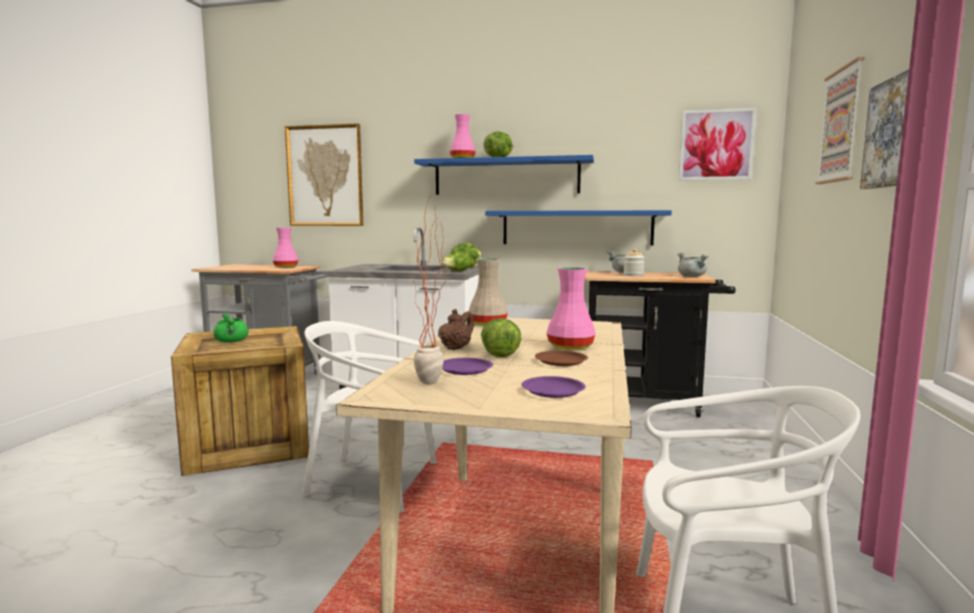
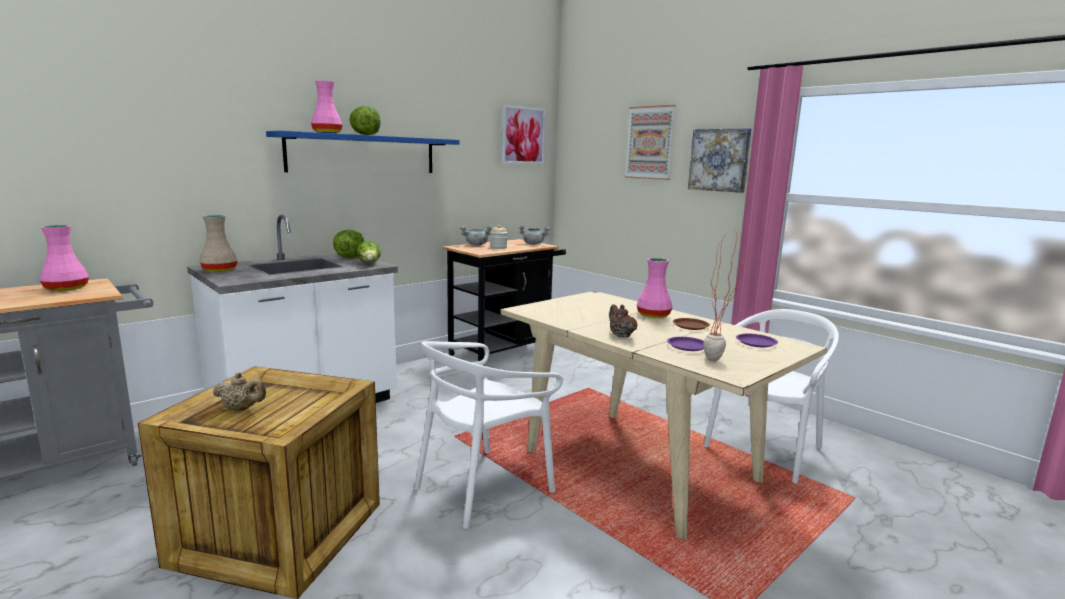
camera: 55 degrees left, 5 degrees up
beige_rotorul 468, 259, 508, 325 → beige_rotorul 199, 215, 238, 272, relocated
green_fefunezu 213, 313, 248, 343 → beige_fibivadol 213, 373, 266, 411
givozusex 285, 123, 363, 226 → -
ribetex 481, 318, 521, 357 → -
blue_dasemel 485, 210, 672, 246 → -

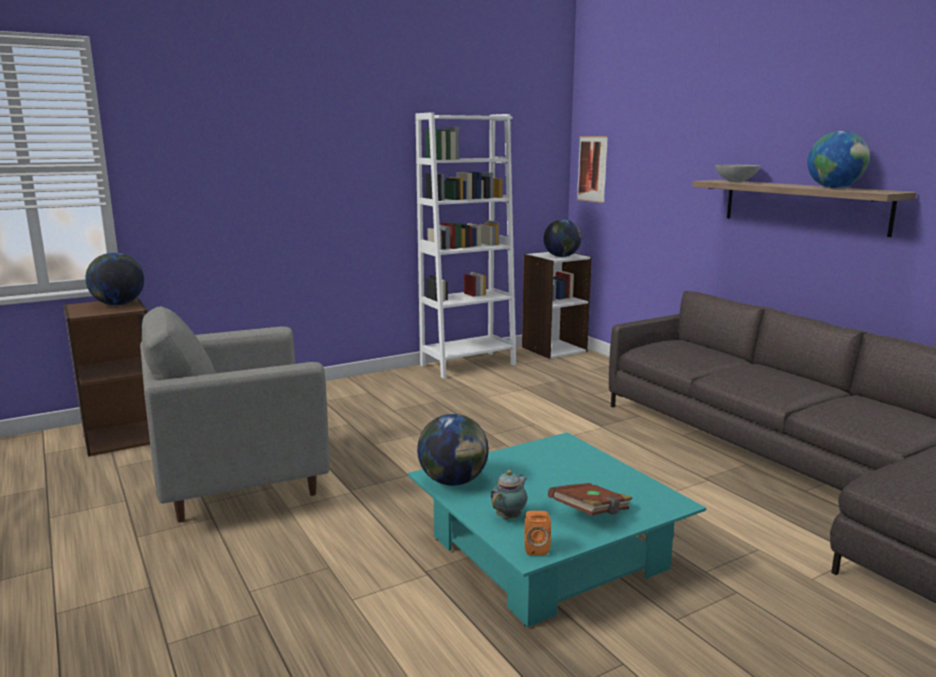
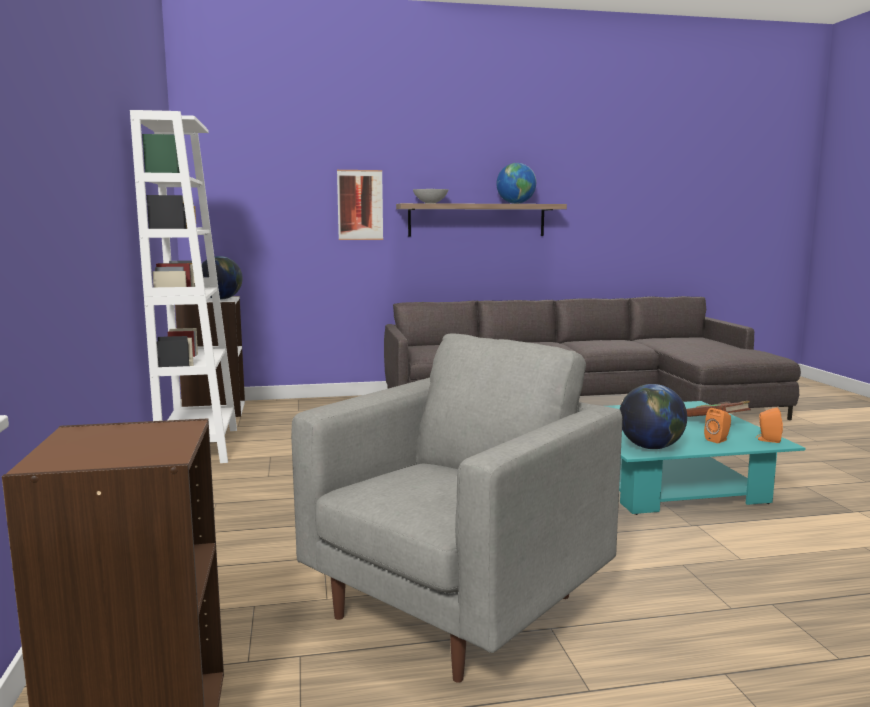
camera: 70 degrees left, 5 degrees down
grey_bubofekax 140, 306, 330, 522 → grey_bubofekax 291, 333, 622, 683, 135 degrees counterclockwise
givozusex 577, 136, 608, 203 → givozusex 337, 170, 383, 240, relocated
fibivadol 491, 470, 527, 519 → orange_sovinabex 704, 408, 731, 444
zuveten 85, 253, 144, 306 → -

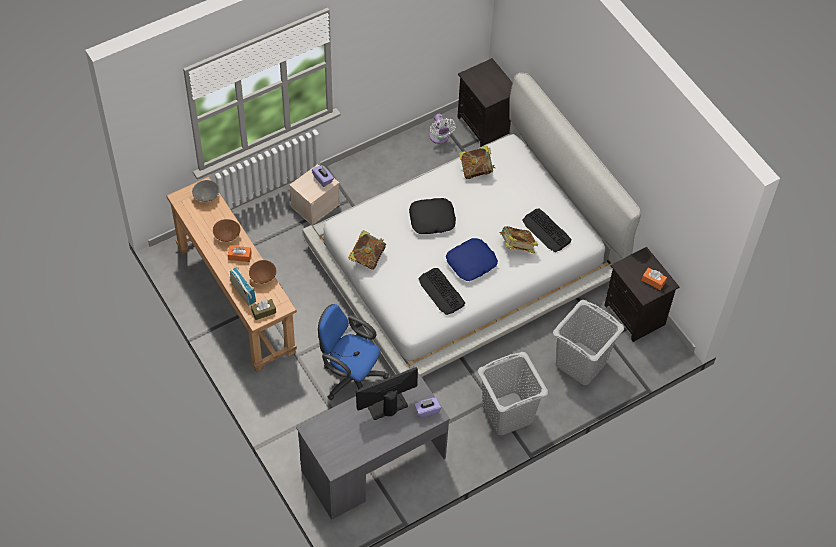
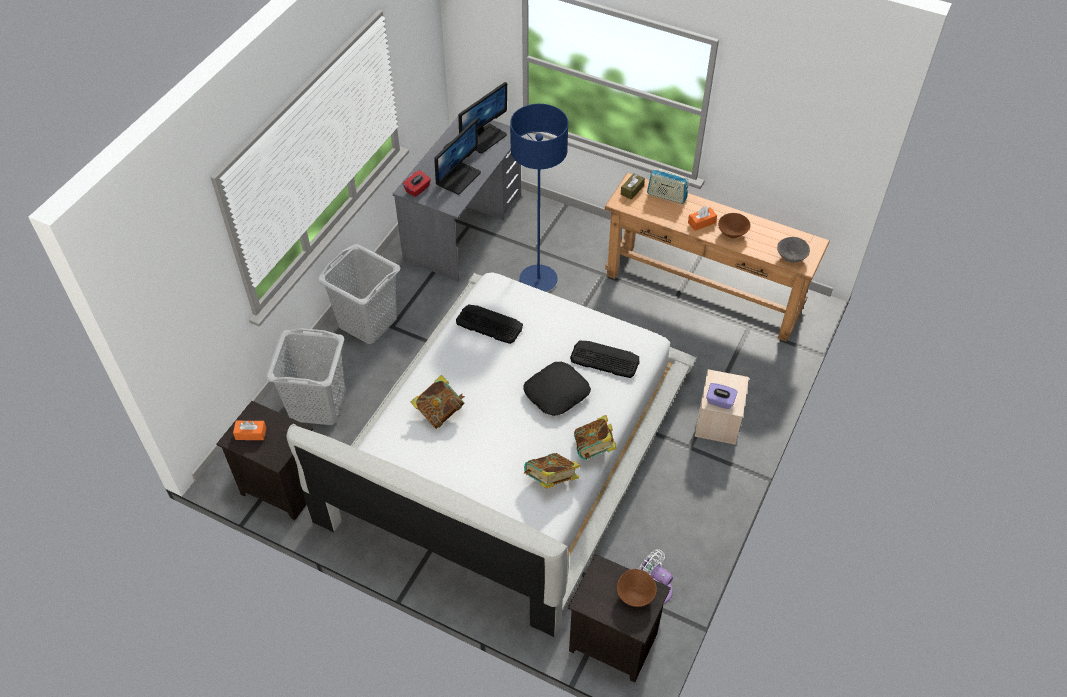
camera: 150 degrees right, 5 degrees down
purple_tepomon 414, 398, 441, 418 → red_tepomon 403, 170, 431, 197
- → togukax 458, 82, 507, 154
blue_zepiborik 318, 304, 389, 400 → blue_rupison 510, 104, 568, 292
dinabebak 522, 208, 572, 252 → dinabebak 570, 340, 639, 378, relocated
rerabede 348, 230, 386, 270 → rerabede 574, 415, 617, 460, relocated
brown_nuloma 249, 260, 277, 284 → brown_nuloma 617, 569, 657, 607, relocated
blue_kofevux 446, 238, 498, 281 → -

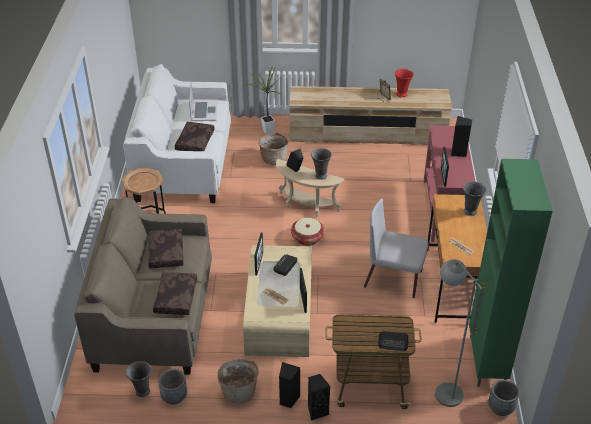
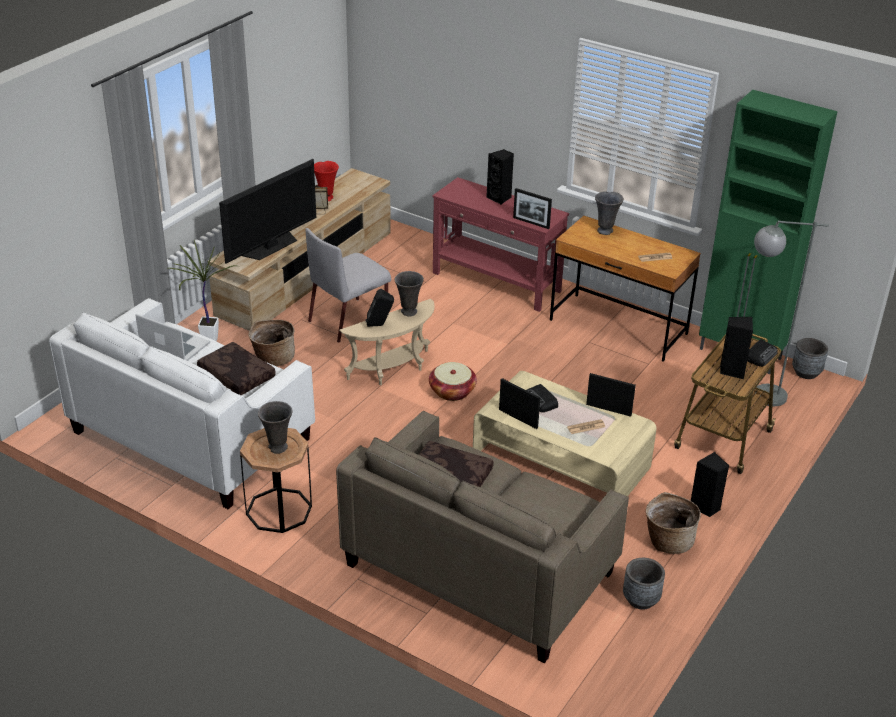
camera: 60 degrees left, 5 degrees down
- → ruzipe 219, 159, 316, 264
grey_rotorul 126, 361, 151, 397 → grey_rotorul 258, 401, 292, 454, relocated
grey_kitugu 364, 198, 429, 298 → grey_kitugu 305, 228, 391, 343, relocated
black_sovinabex 308, 374, 330, 421 → black_sovinabex 720, 317, 753, 379, relocated
brown_kofevux 153, 272, 197, 315 → -

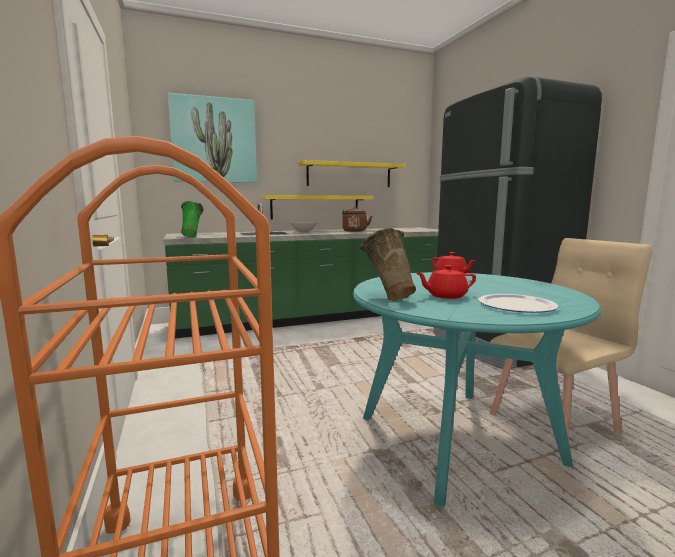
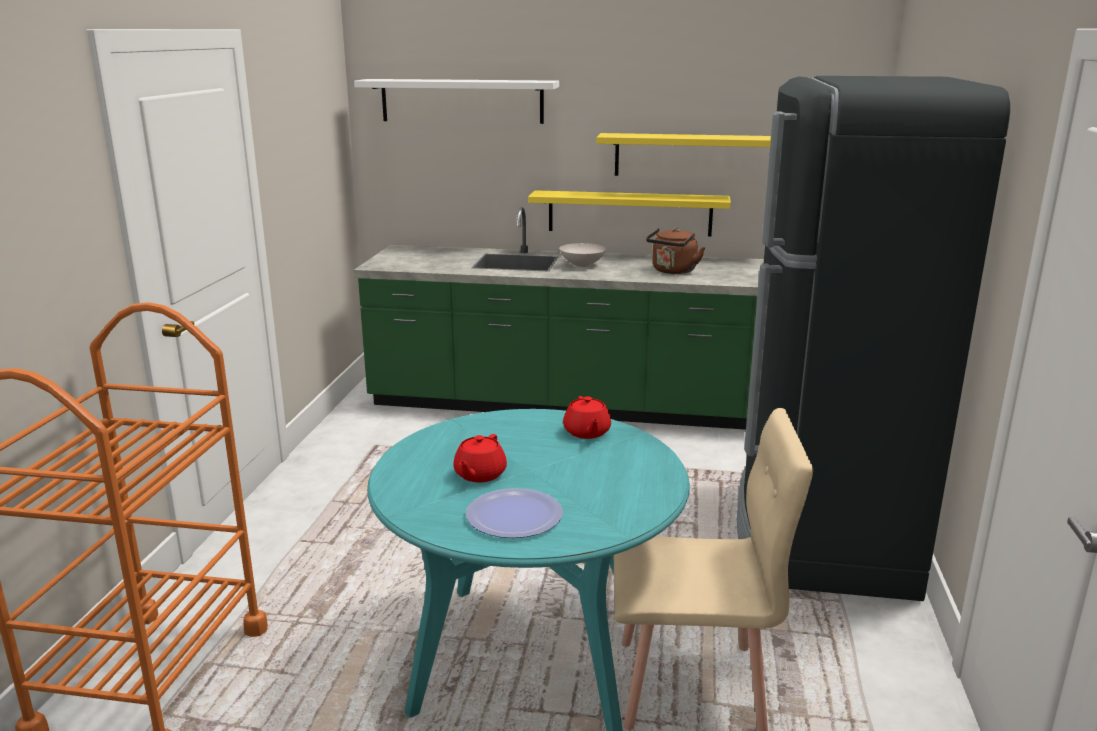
camera: 30 degrees right, 10 degrees up
givozusex 167, 93, 257, 183 → white_dasemel 354, 79, 559, 124
red_fibivadol 416, 265, 476, 299 → red_fibivadol 453, 434, 507, 482, 90 degrees counterclockwise
green_rotorul 181, 201, 204, 237 → -
beige_rotorul 359, 228, 416, 301 → -

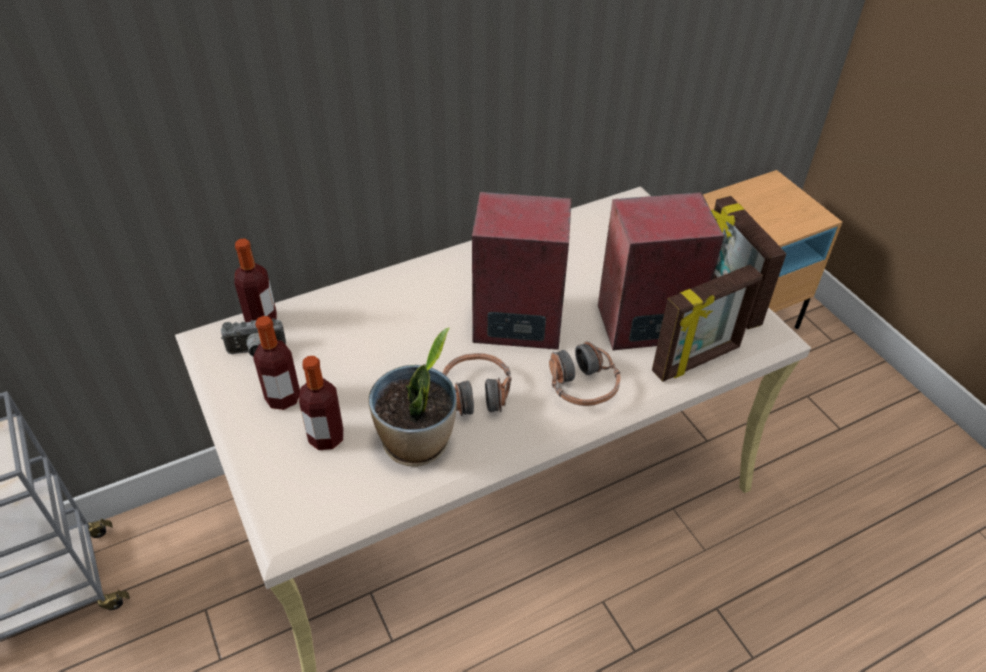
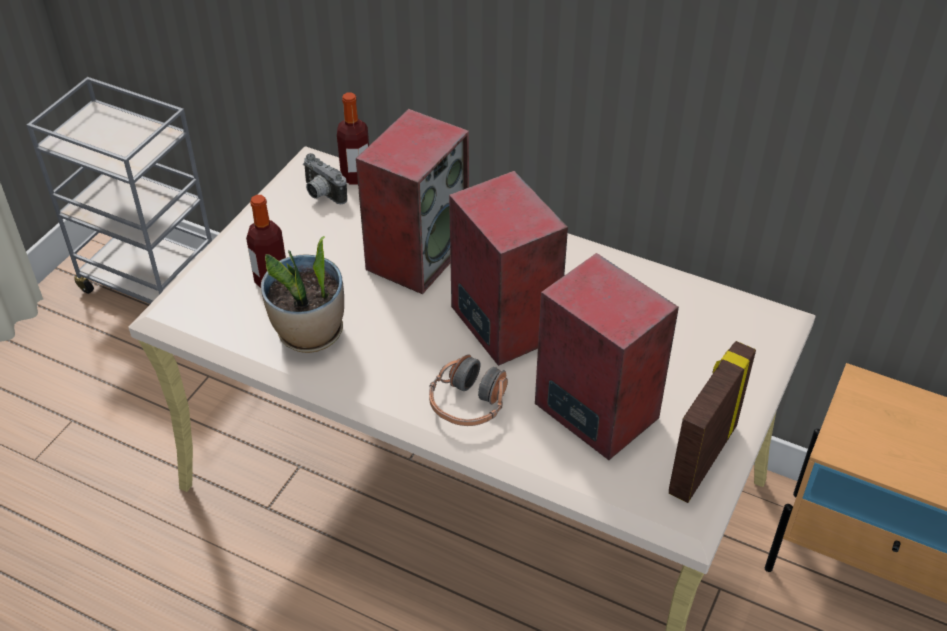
camera: 55 degrees right, 0 degrees up
- → sovinabex 356, 109, 469, 294
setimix 253, 316, 300, 410 → -
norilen 443, 353, 511, 416 → -
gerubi 652, 264, 763, 382 → -

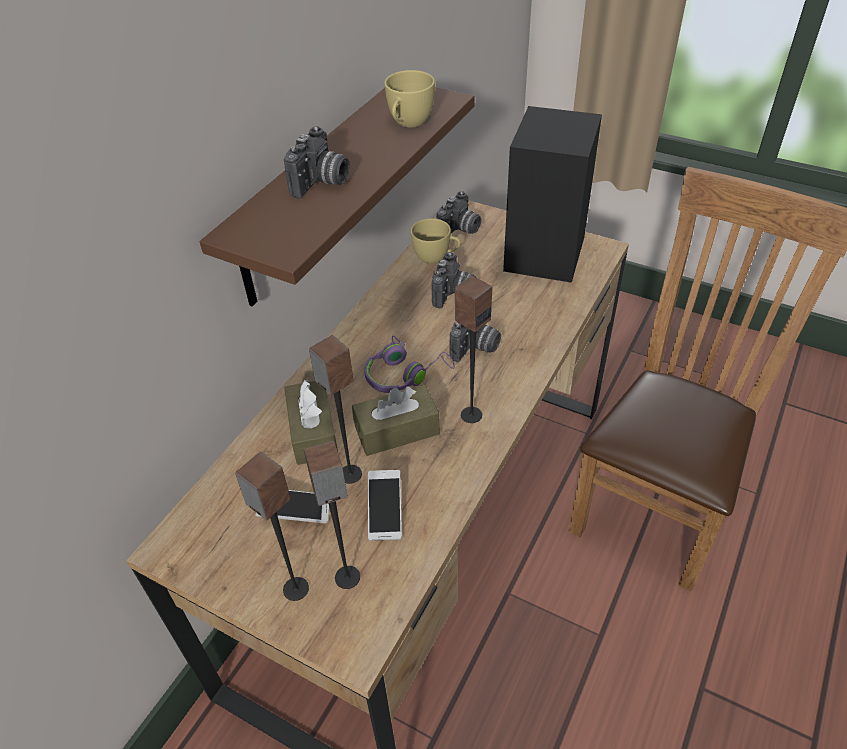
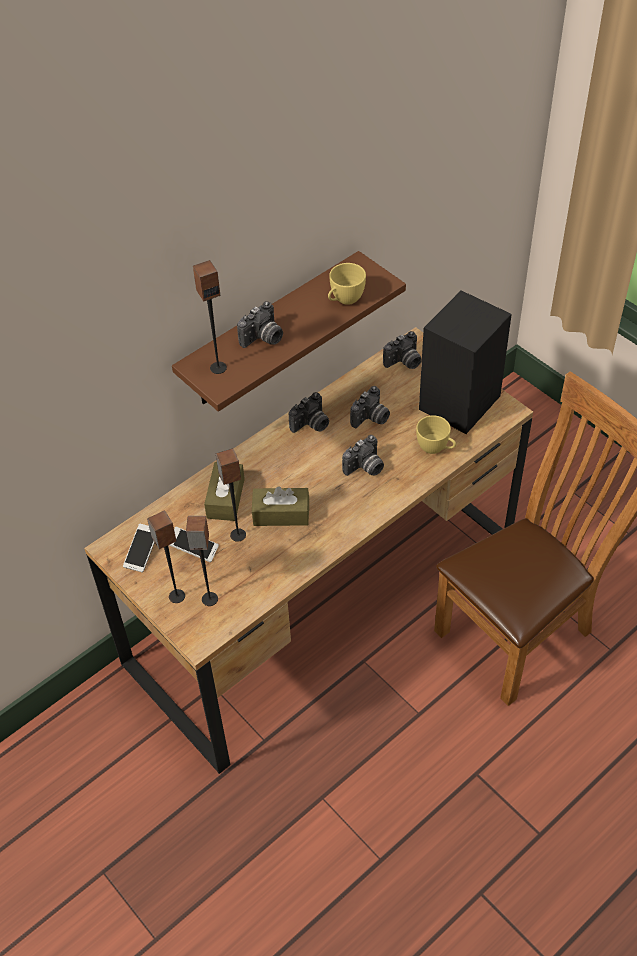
camera: 20 degrees right, 5 degrees up
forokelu 368, 470, 402, 541 → forokelu 123, 524, 155, 573, relocated
sovinabex 455, 275, 492, 423 → sovinabex 193, 260, 227, 374, relocated
- → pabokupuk 289, 392, 329, 433
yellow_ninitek 411, 218, 461, 264 → yellow_ninitek 416, 415, 456, 454, relocated
purple_norilen 364, 336, 455, 393 → -

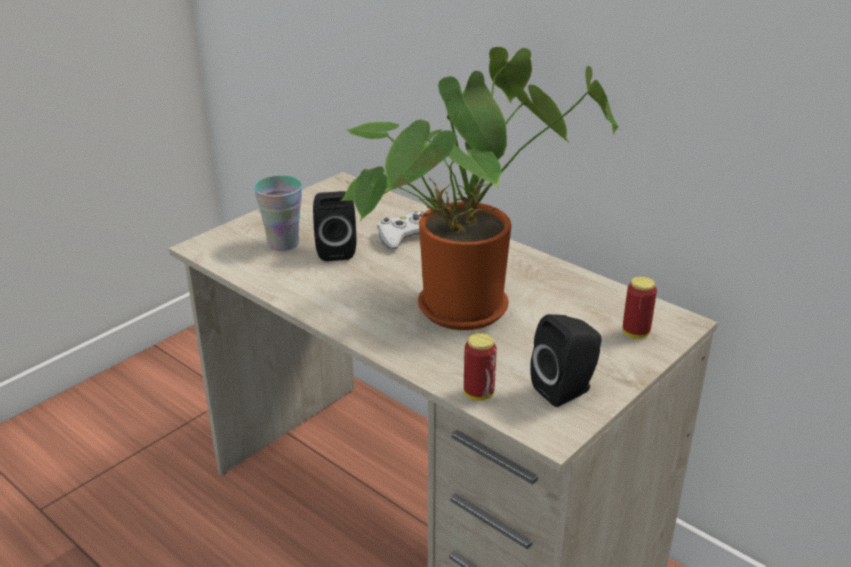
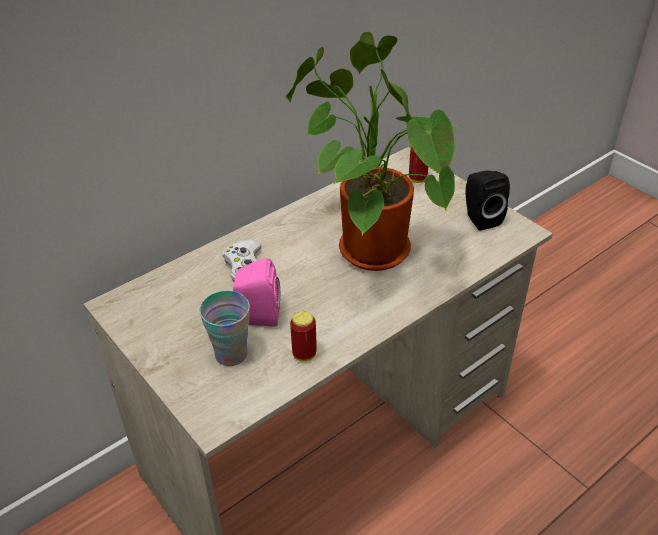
camera: 80 degrees left, 10 degrees up
black_sovinabex 313, 191, 356, 261 → pink_sovinabex 233, 258, 280, 326
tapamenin 464, 333, 497, 401 → tapamenin 290, 310, 317, 362, relocated

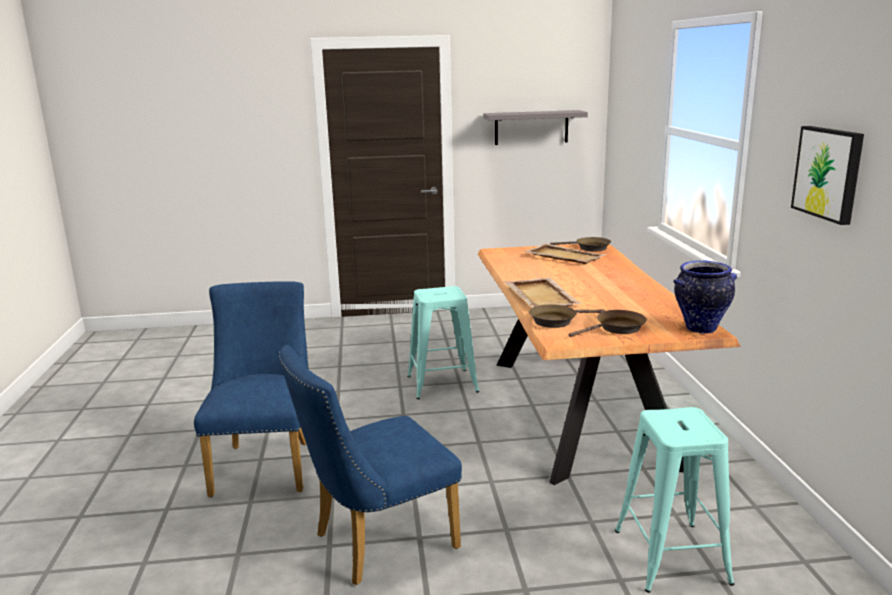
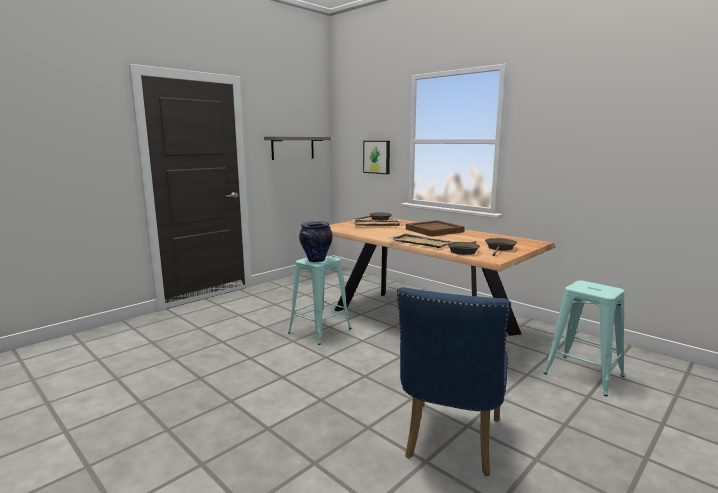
camera: 40 degrees left, 5 degrees down
rotorul 673, 261, 737, 334 → rotorul 299, 221, 333, 262, relocated
givozusex 791, 126, 864, 225 → givozusex 363, 141, 390, 174, relocated
- → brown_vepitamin 406, 220, 465, 237
blue_kitugu 194, 281, 309, 497 → -

